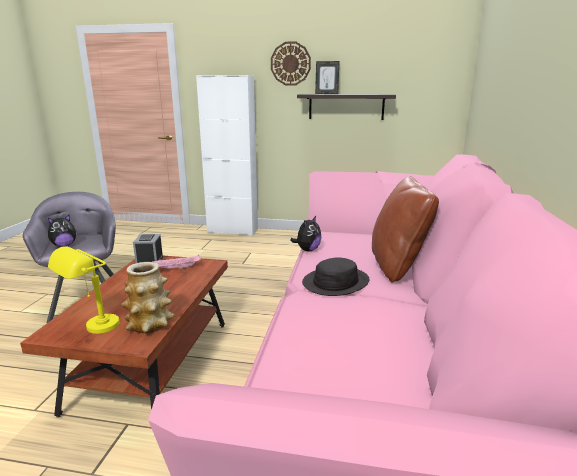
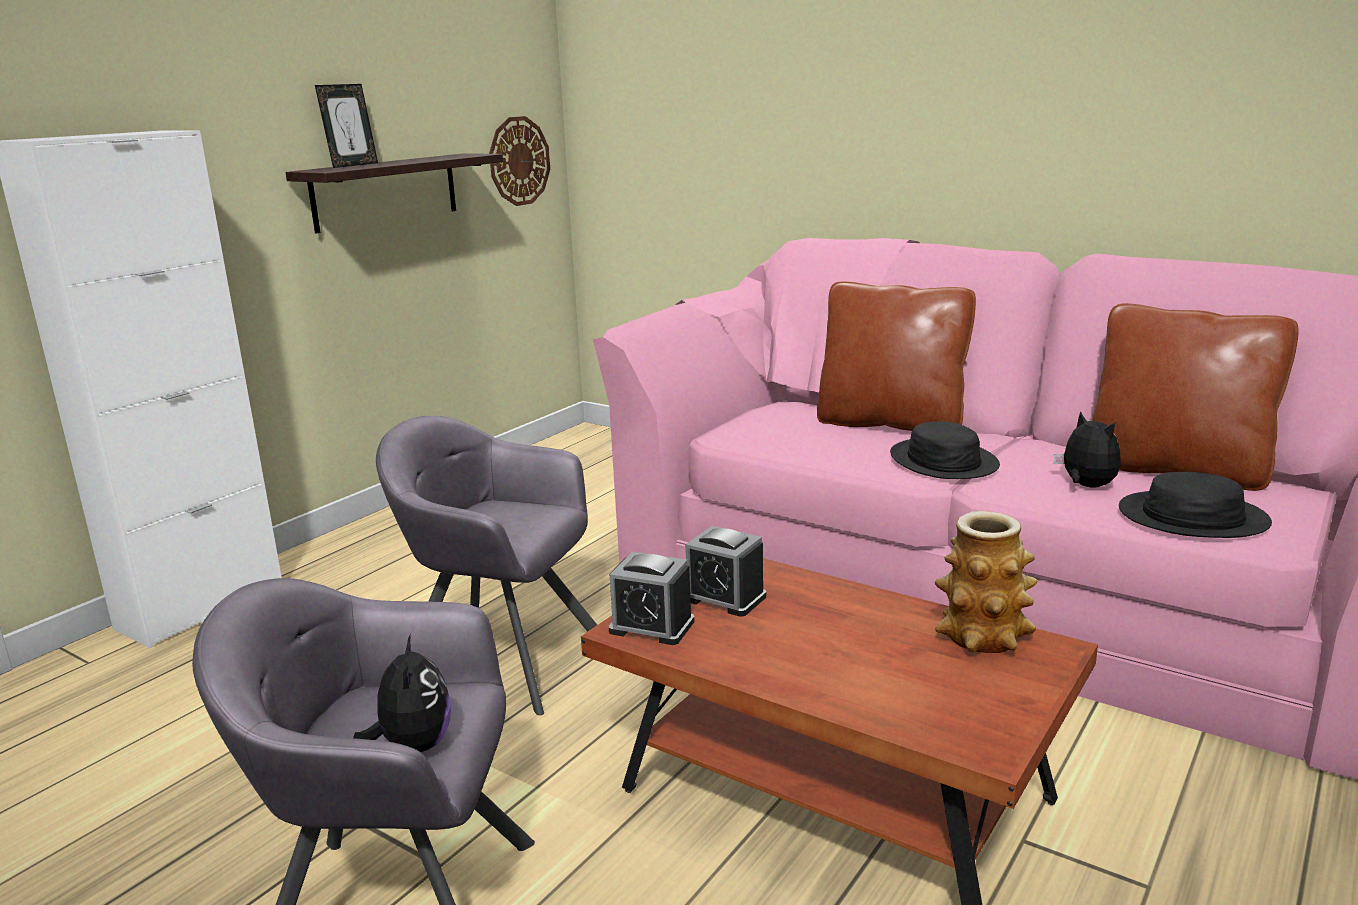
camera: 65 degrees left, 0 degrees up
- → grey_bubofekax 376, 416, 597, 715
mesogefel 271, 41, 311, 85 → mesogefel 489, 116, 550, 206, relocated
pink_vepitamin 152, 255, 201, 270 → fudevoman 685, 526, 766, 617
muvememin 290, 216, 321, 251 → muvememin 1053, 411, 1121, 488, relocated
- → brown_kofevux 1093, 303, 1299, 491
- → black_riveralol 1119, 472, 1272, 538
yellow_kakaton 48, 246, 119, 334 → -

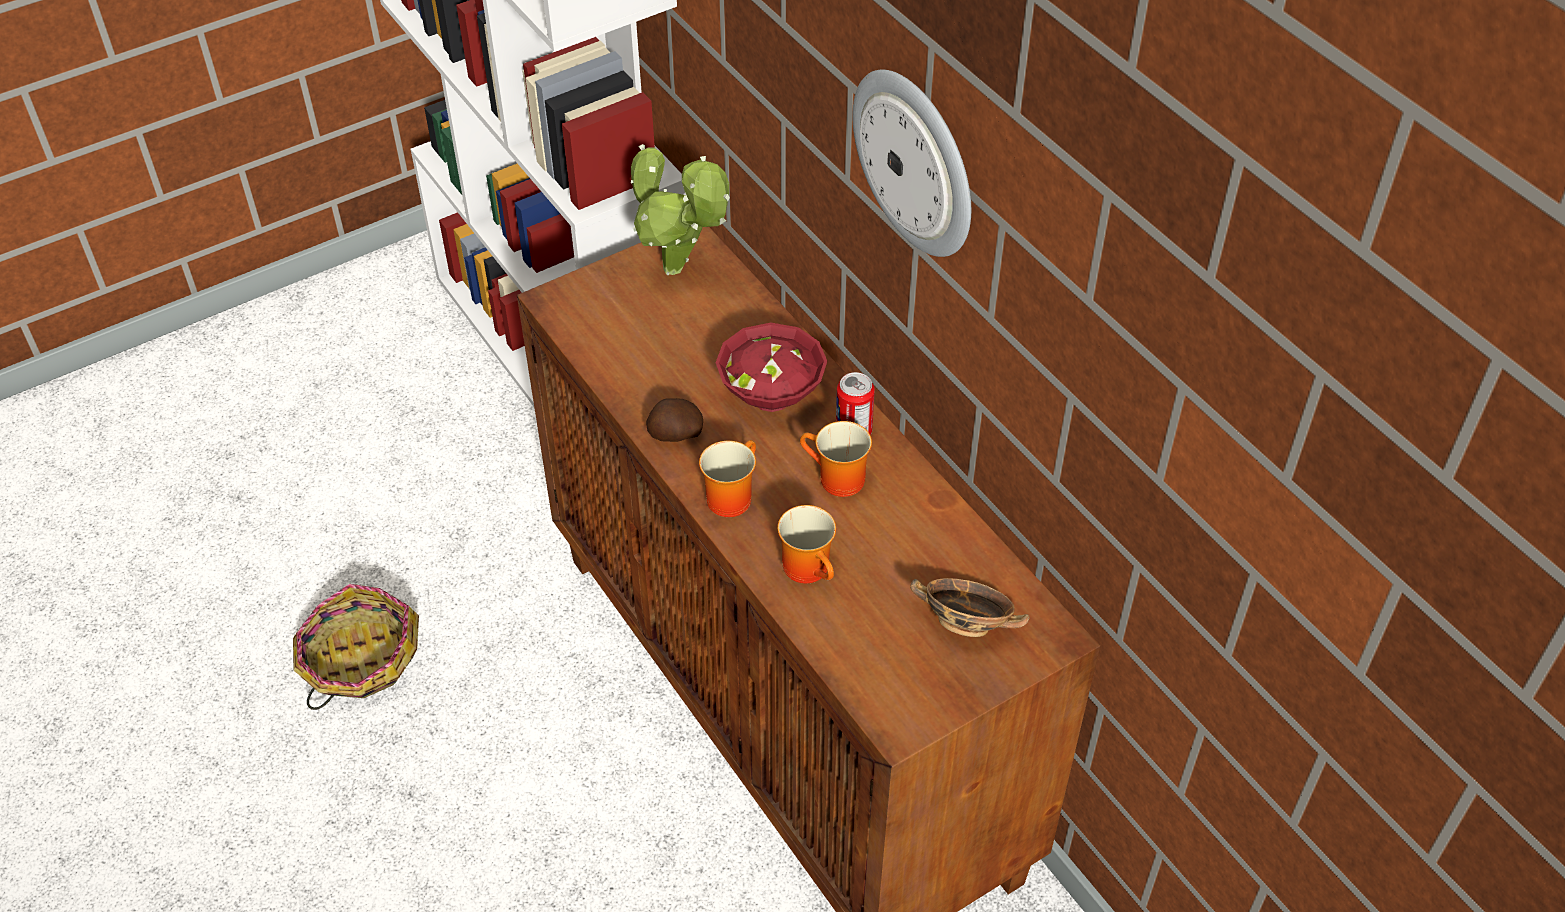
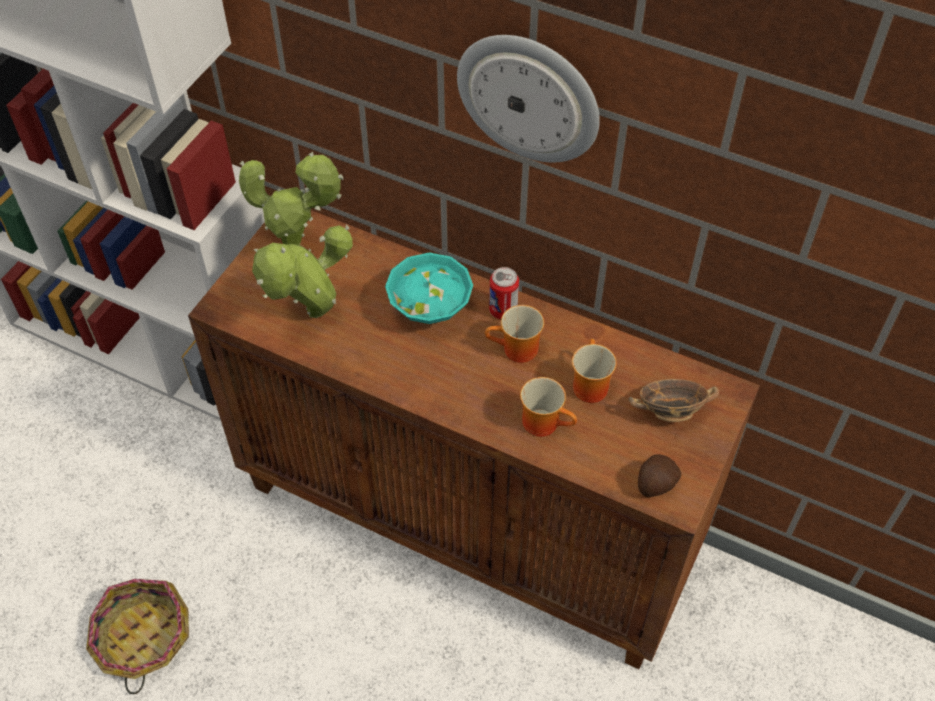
camera: 30 degrees left, 5 degrees up
- → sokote 252, 224, 353, 318
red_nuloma 715, 323, 827, 412 → turquoise_nuloma 385, 252, 473, 324
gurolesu 699, 440, 756, 517 → gurolesu 572, 339, 617, 403, relocated
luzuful 646, 398, 703, 442 → luzuful 638, 454, 681, 497, relocated

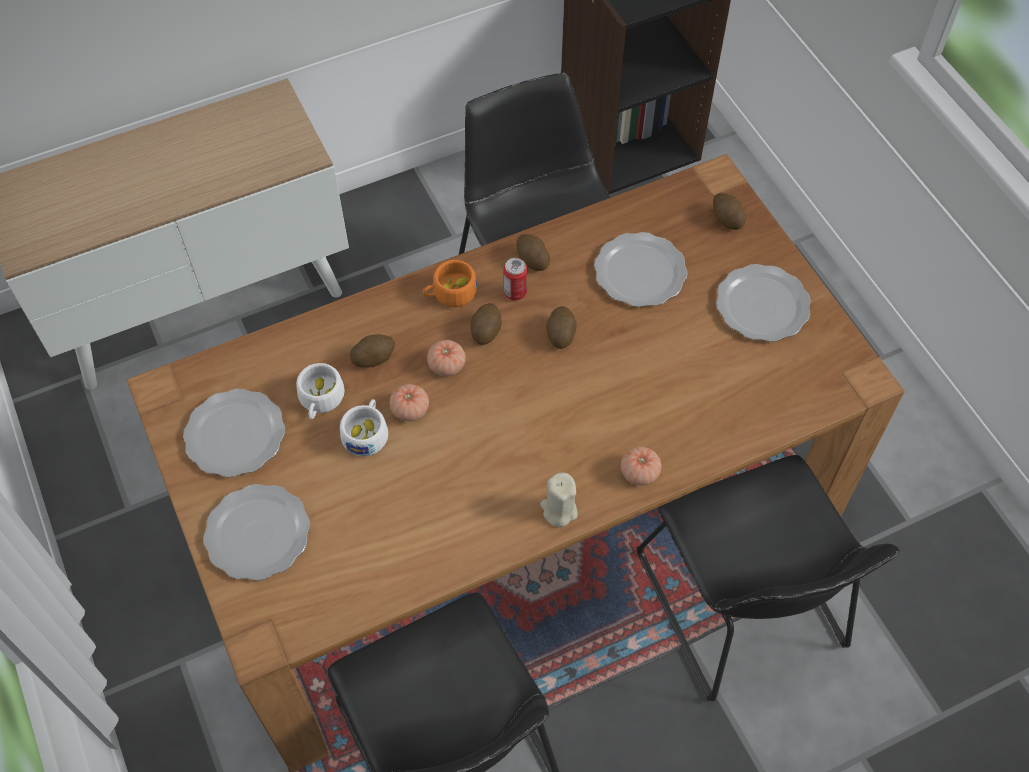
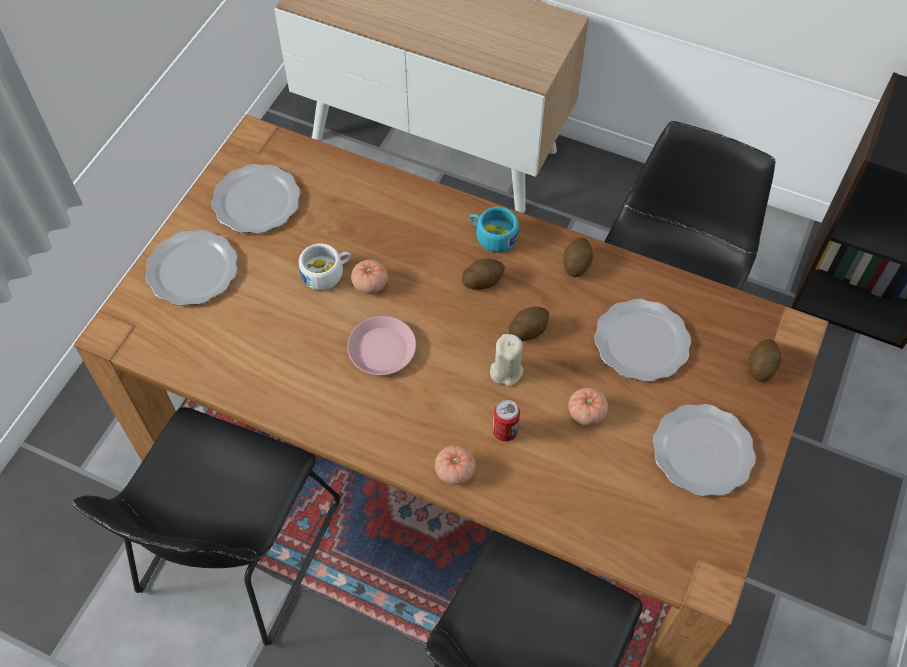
camera: 50 degrees right, 0 degrees up
- → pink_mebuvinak 347, 316, 416, 375
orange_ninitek 423, 260, 477, 307 → turquoise_ninitek 469, 207, 519, 253
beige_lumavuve 540, 473, 578, 527 → beige_lumavuve 490, 334, 523, 386, relocated
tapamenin 503, 258, 527, 301 → tapamenin 493, 400, 520, 442, relocated
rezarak 427, 340, 466, 376 → rezarak 568, 388, 608, 425, relocated
white_ninitek 296, 363, 345, 420 → -
luzuful 350, 334, 395, 368 → -

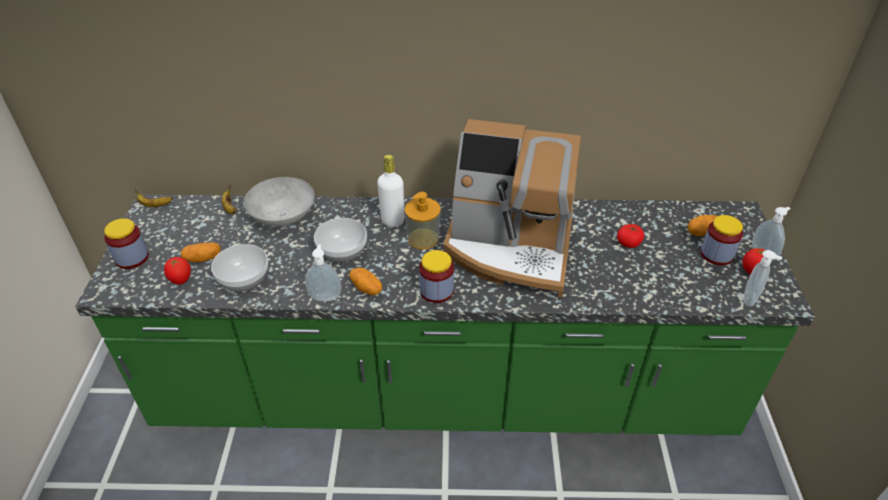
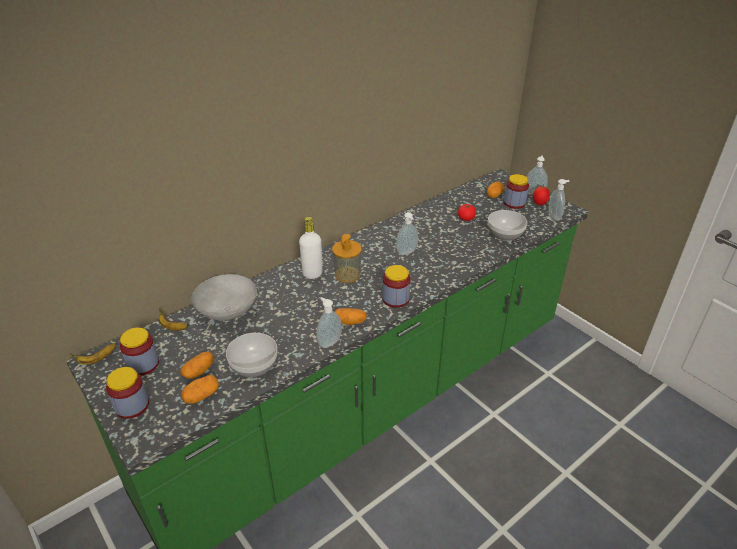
camera: 40 degrees left, 5 degrees down
- → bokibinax 120, 327, 159, 376
rezarak 164, 257, 191, 285 → luzuful 181, 375, 219, 404
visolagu 444, 119, 581, 297 → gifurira 396, 212, 418, 255
nuloma 314, 218, 367, 263 → nuloma 488, 210, 527, 241, relocated

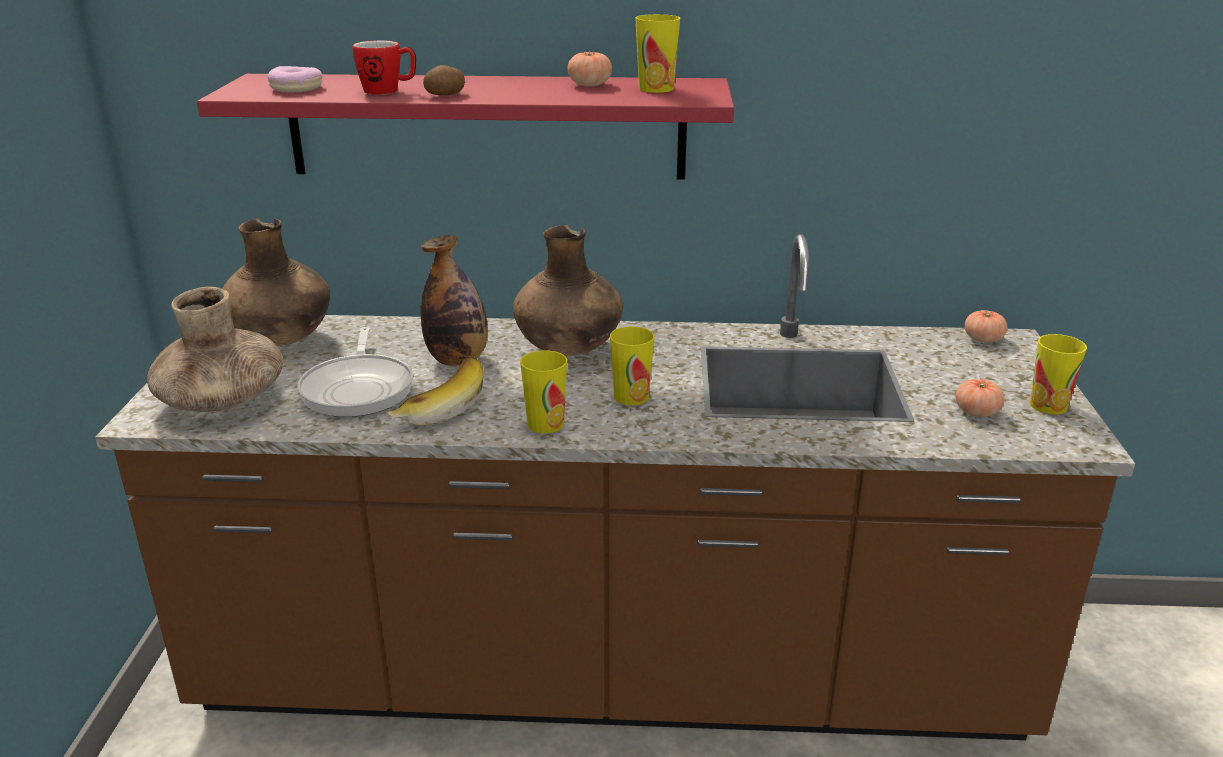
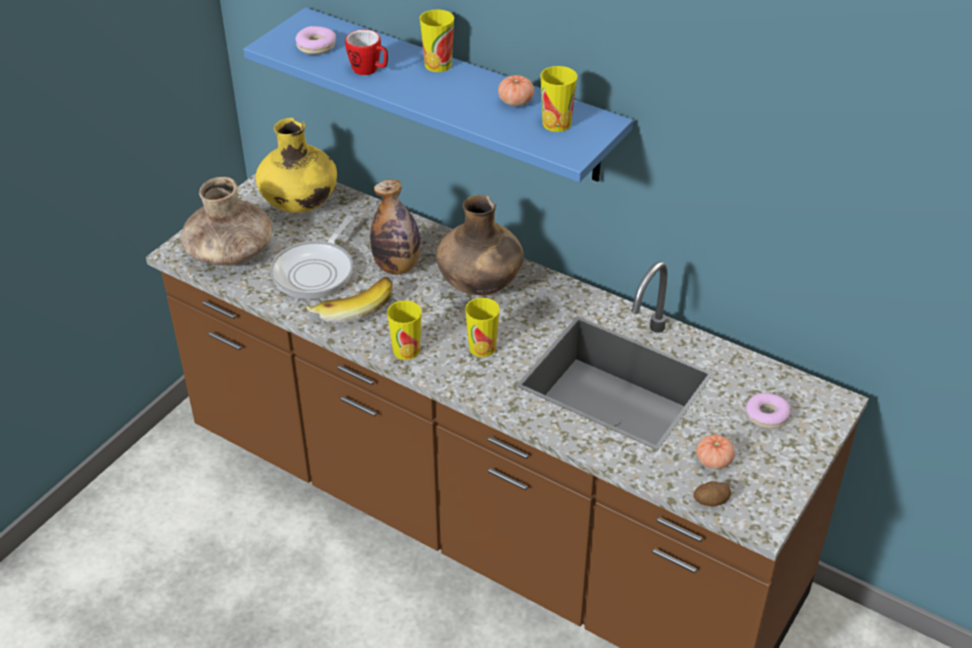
camera: 30 degrees right, 15 degrees up
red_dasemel 197, 74, 734, 180 → blue_dasemel 244, 7, 633, 182
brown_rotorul 222, 219, 330, 346 → yellow_rotorul 256, 118, 337, 213
ninitek 1030, 334, 1087, 414 → ninitek 420, 9, 454, 72, relocated
luzuful 423, 65, 465, 95 → luzuful 693, 481, 731, 507, relocated
- → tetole 746, 393, 791, 429
rezarak 965, 310, 1007, 343 → -

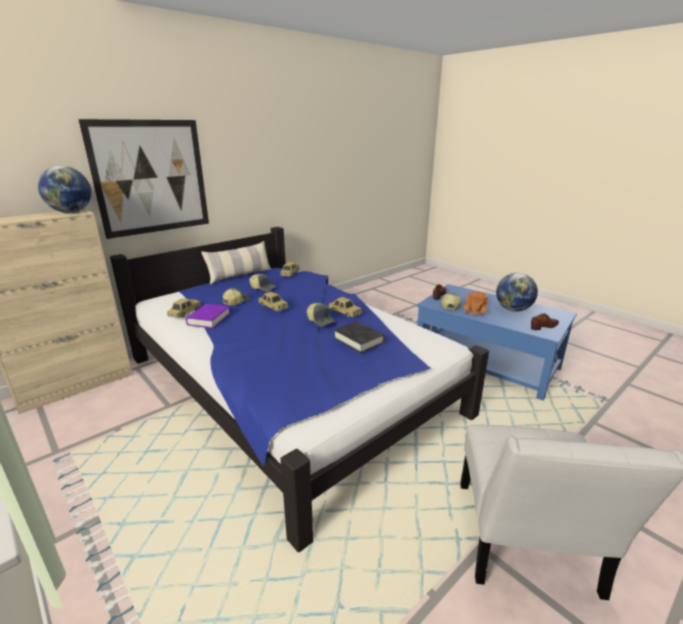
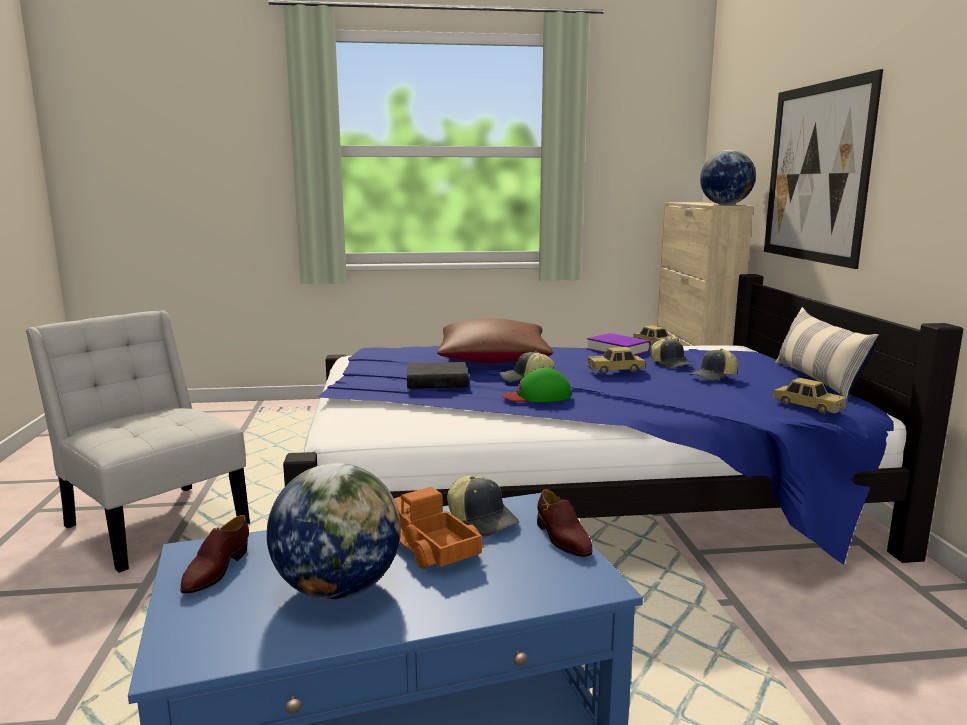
camera: 125 degrees right, 10 degrees down
- → brown_kofevux 437, 318, 553, 363
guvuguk 329, 297, 362, 318 → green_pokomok 502, 367, 571, 403

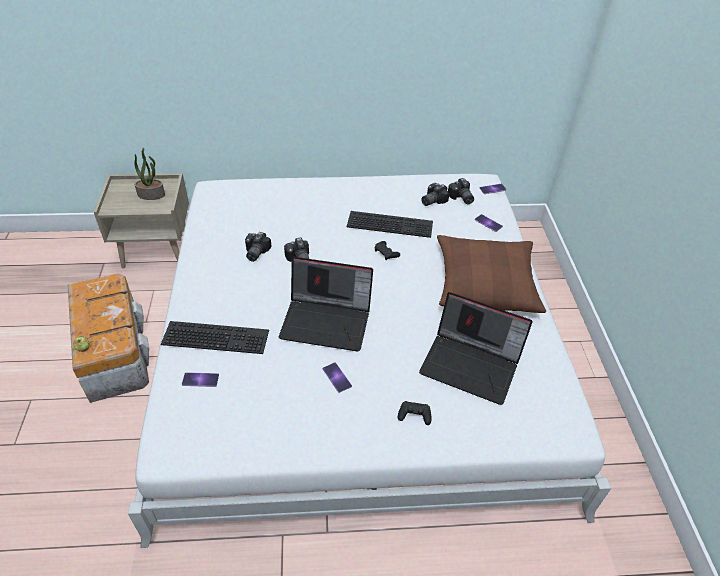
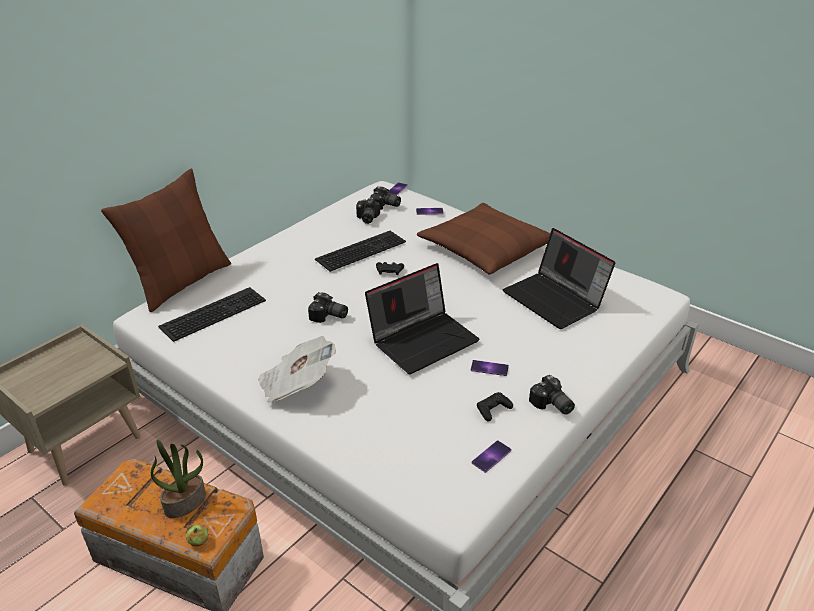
camera: 45 degrees left, 10 degrees down
- → brown_kofevux 101, 169, 231, 312
sokote 134, 148, 165, 200 → sokote 151, 439, 206, 518, relocated
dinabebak 161, 321, 269, 354 → dinabebak 158, 287, 266, 342, relocated
- → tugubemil 258, 336, 336, 403
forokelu 182, 372, 219, 387 → forokelu 472, 440, 512, 473, relocated
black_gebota 398, 401, 432, 425 → black_gebota 477, 392, 513, 421, relocated
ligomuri 419, 292, 533, 405 → ligomuri 503, 228, 615, 329, 75 degrees clockwise
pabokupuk 245, 232, 272, 262 → pabokupuk 529, 375, 575, 415, relocated

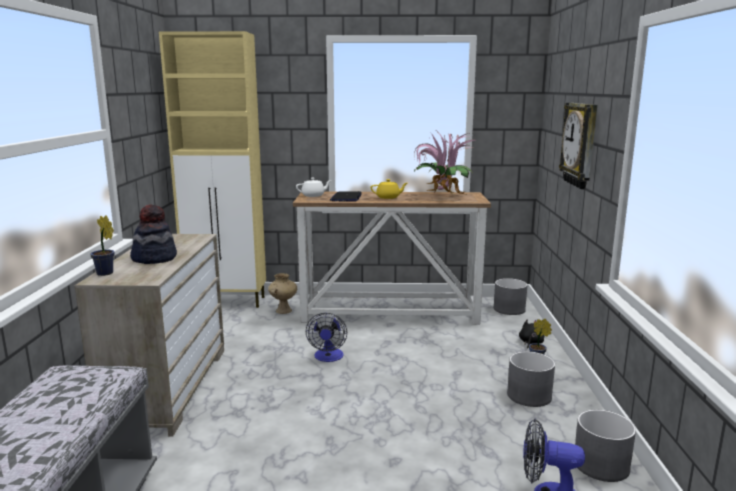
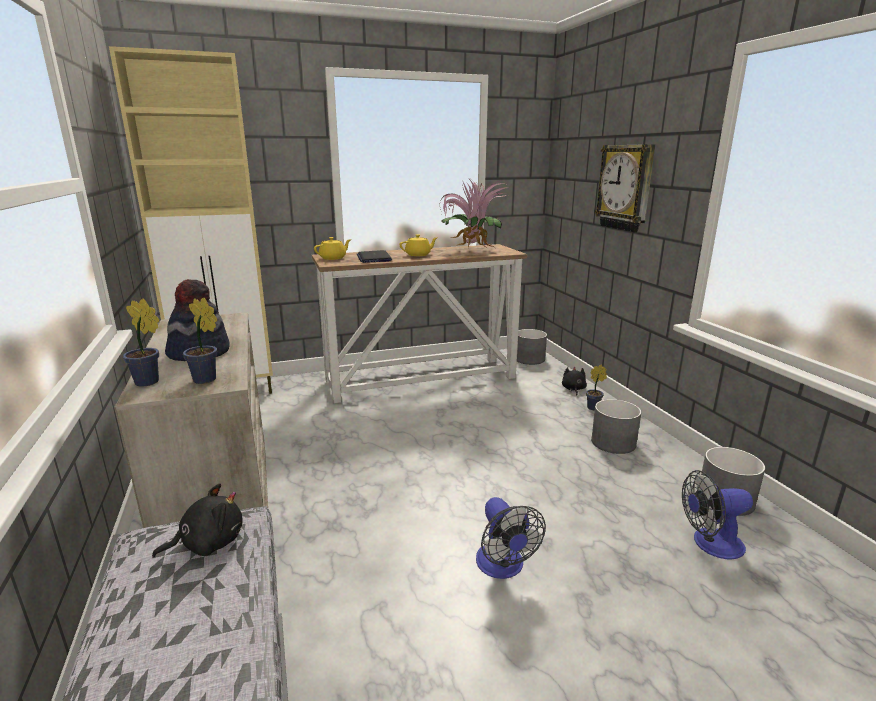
camera: 20 degrees left, 5 degrees up
- → black_muvememin 152, 483, 243, 558
- → sokote 183, 298, 217, 384
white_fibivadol 296, 178, 332, 197 → yellow_fibivadol 314, 237, 351, 260
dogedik 306, 313, 347, 362 → dogedik 476, 497, 546, 579, relocated
beige_rotorul 268, 273, 297, 314 → -

